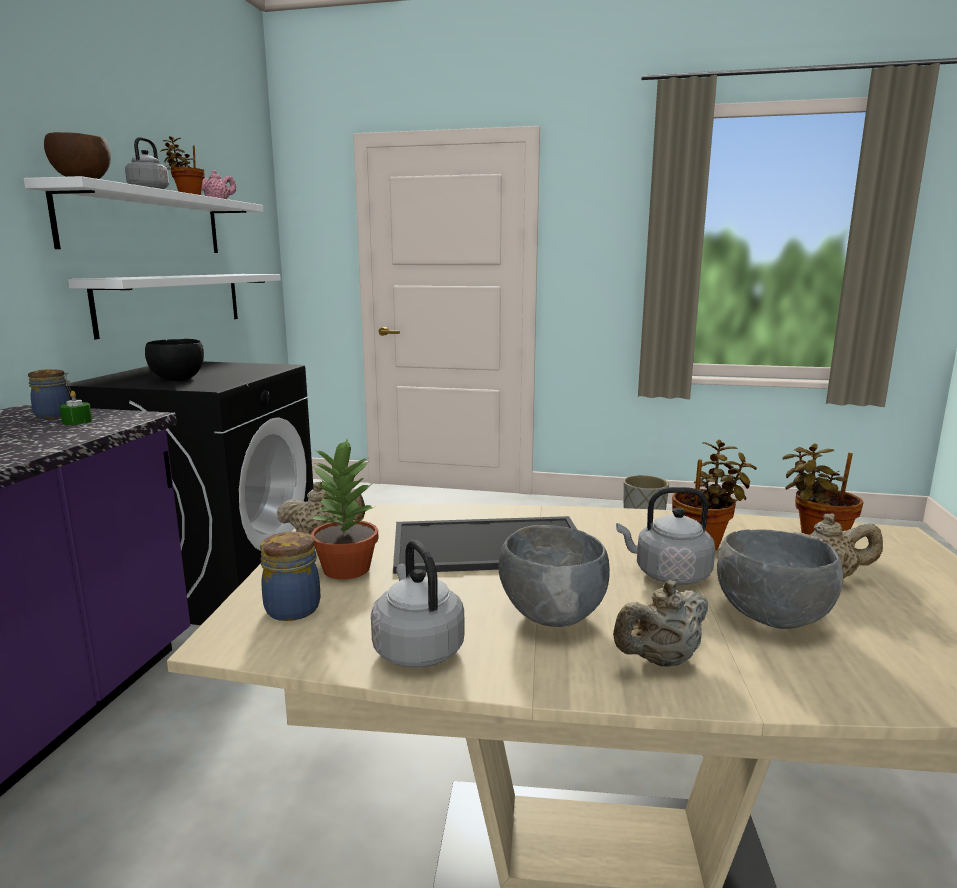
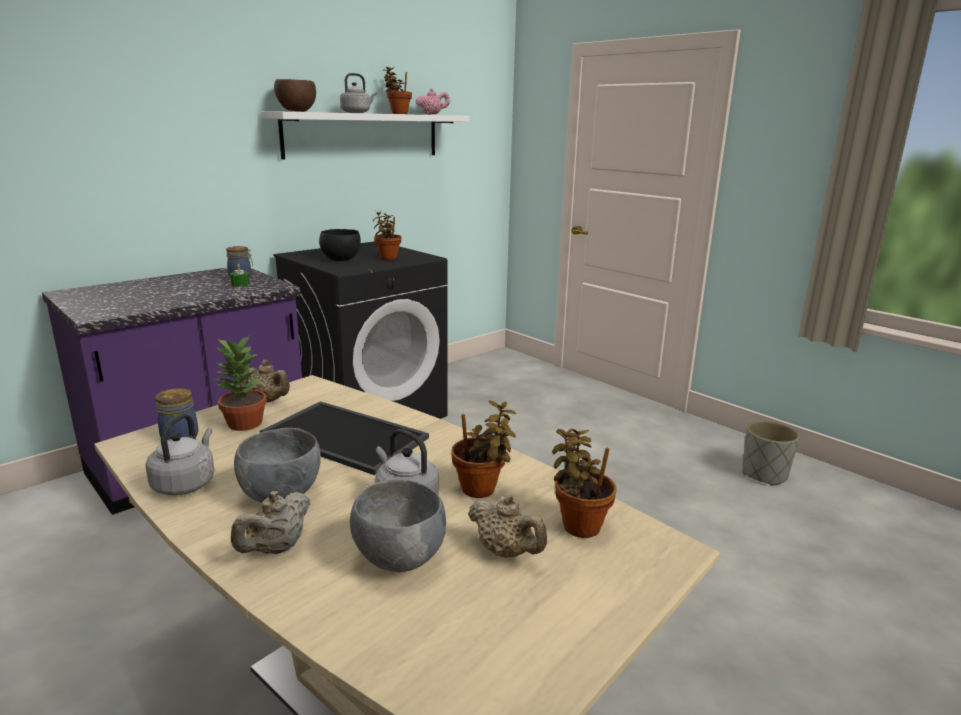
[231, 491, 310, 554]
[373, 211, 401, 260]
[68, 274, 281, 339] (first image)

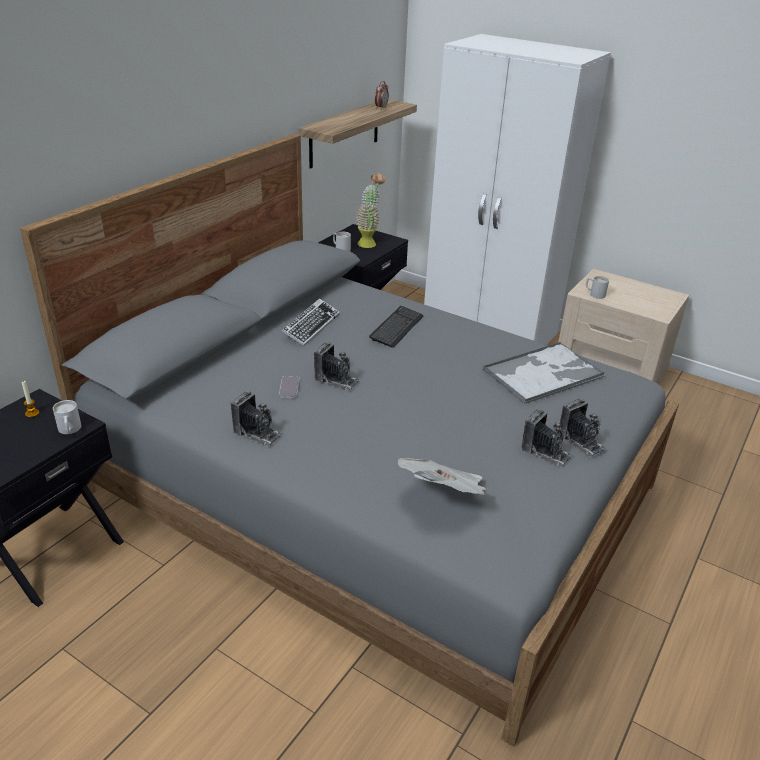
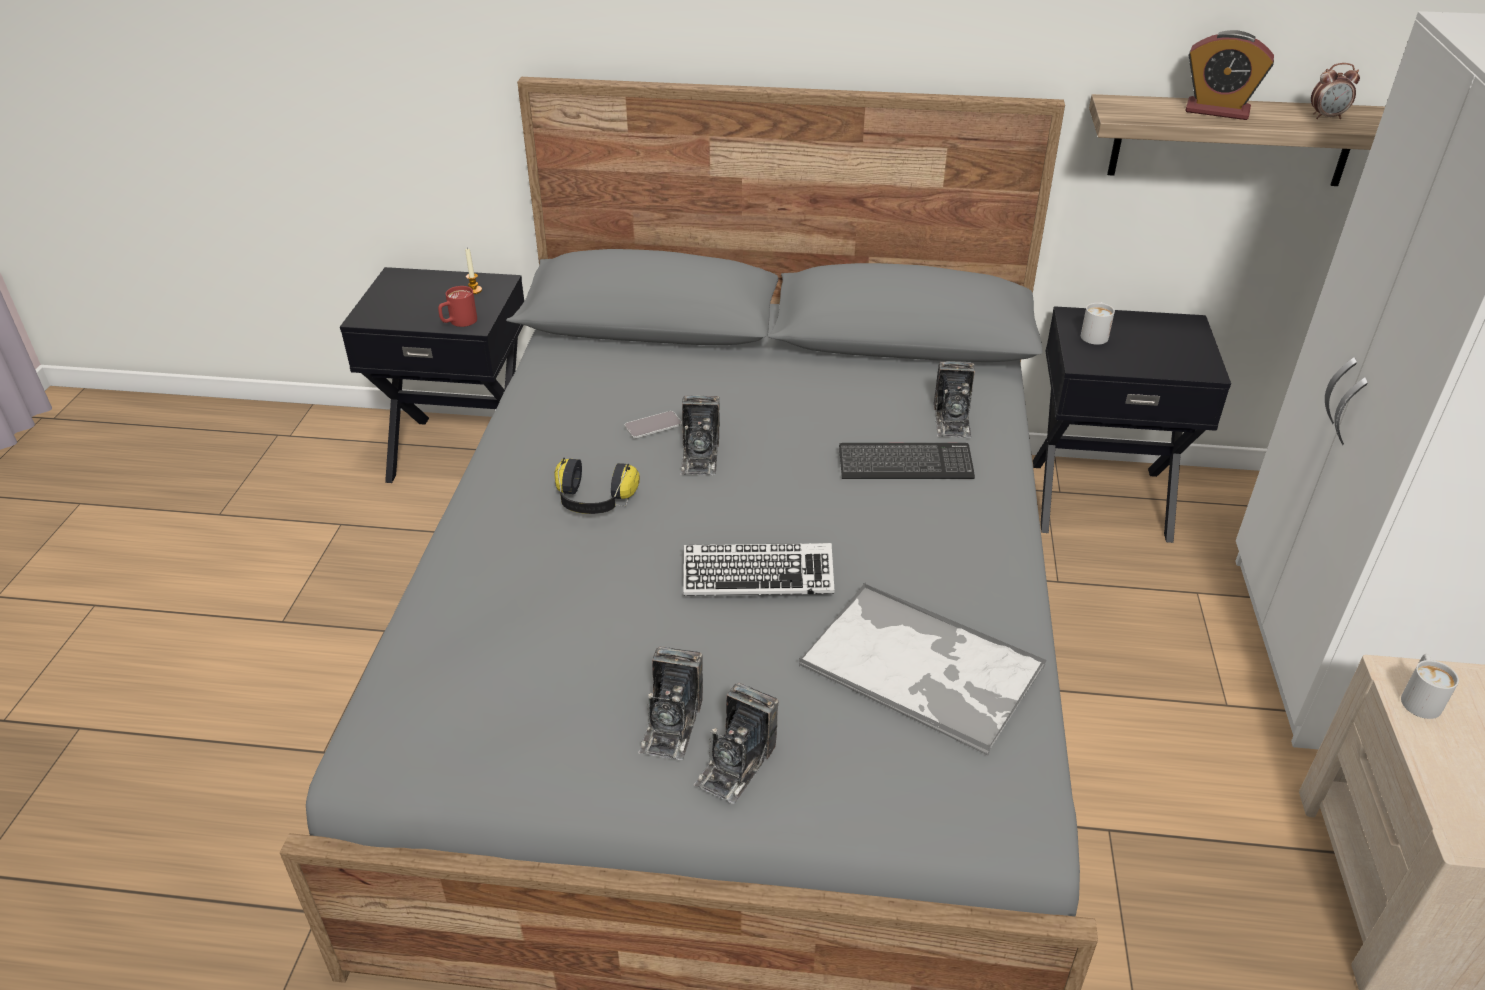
[438, 286, 477, 327]
[555, 458, 640, 514]
[683, 543, 834, 596]
[934, 362, 975, 438]
[1185, 30, 1274, 120]
[356, 173, 385, 248] (first image)
[398, 458, 486, 495] (first image)

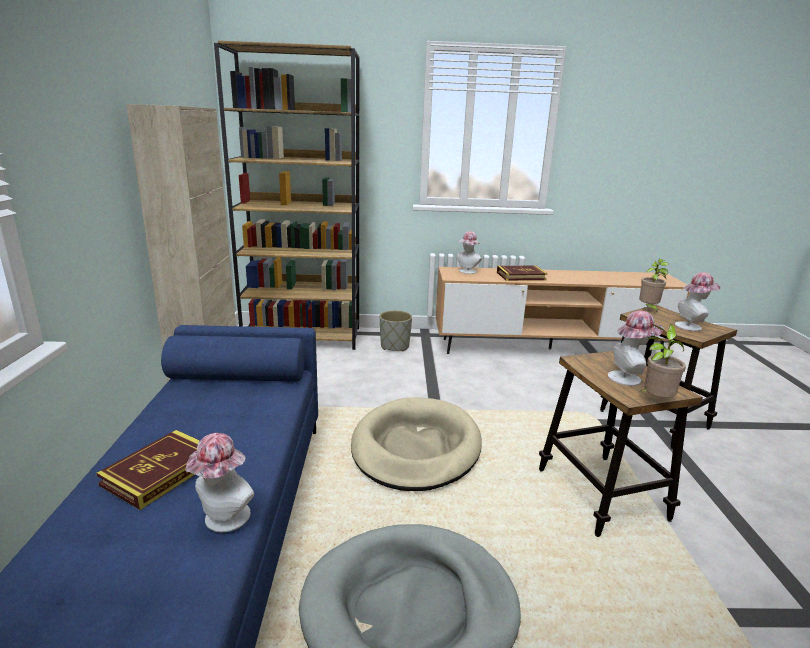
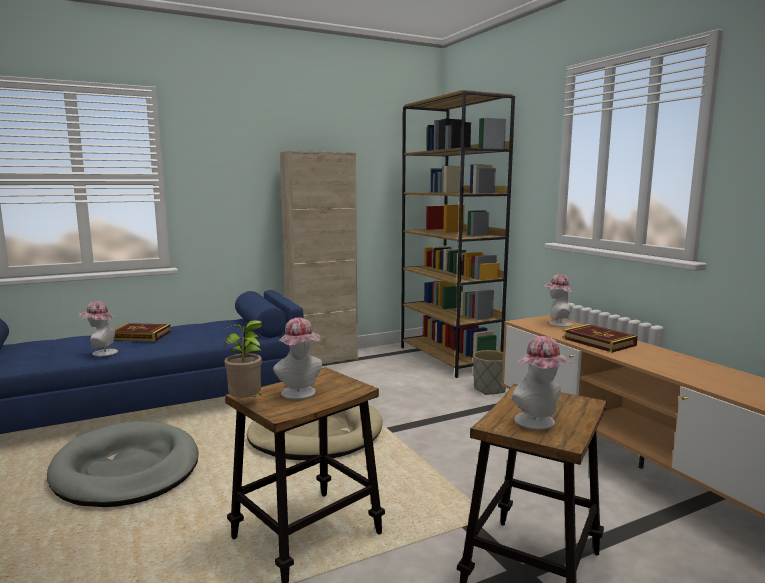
[639, 259, 669, 312] (first image)

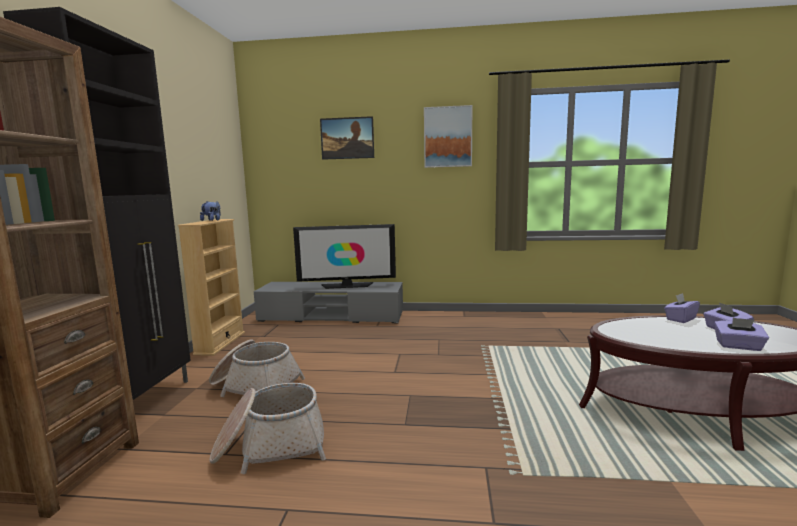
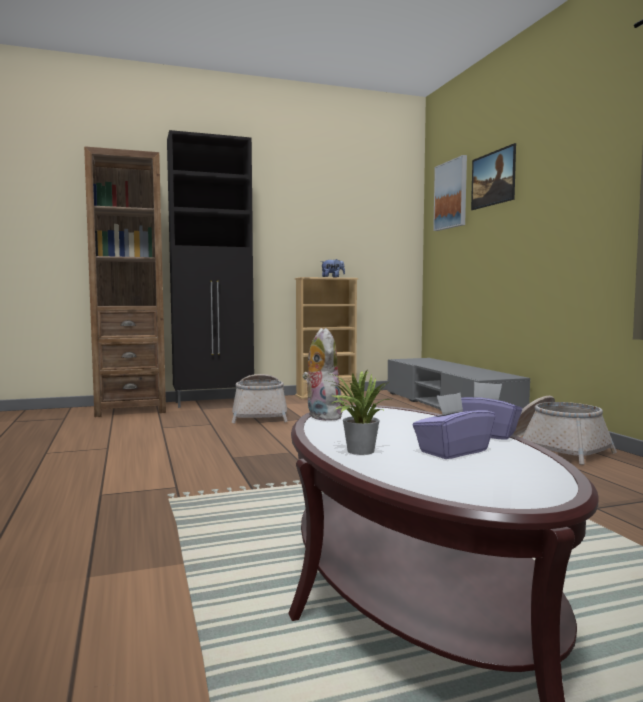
[302, 328, 343, 421]
[330, 369, 391, 455]
[433, 155, 467, 231]
[513, 396, 617, 465]
[293, 224, 396, 289] (first image)

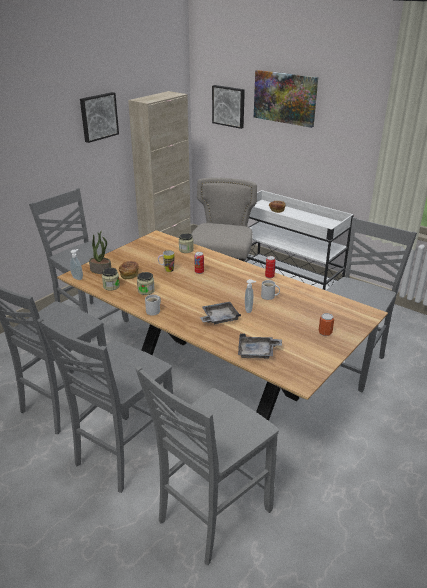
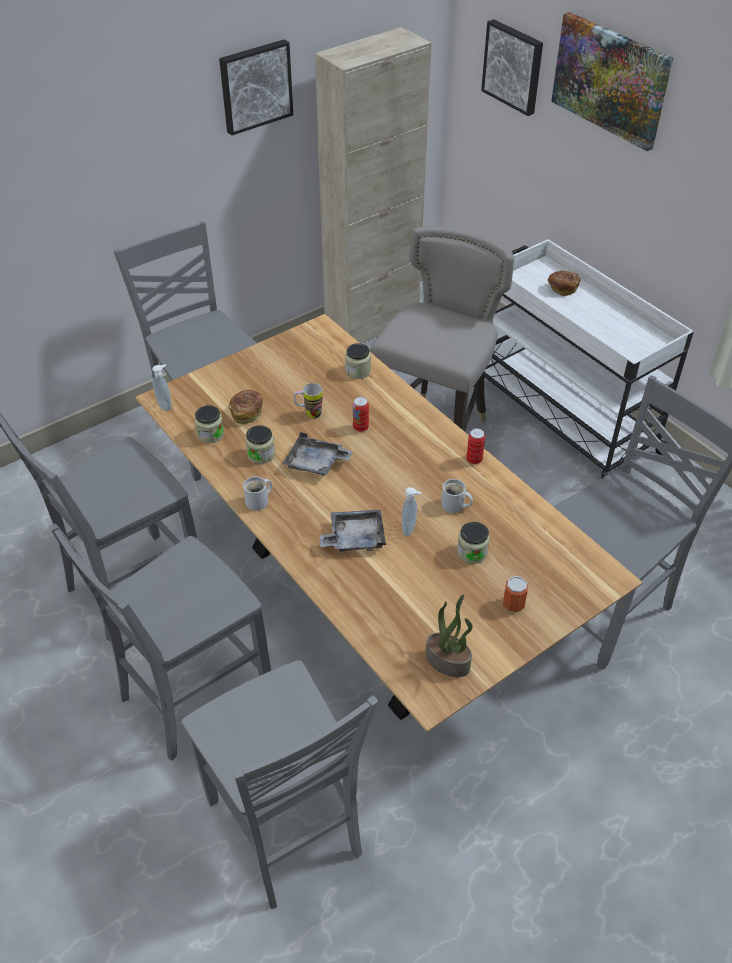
[182, 660, 378, 909]
[283, 432, 353, 476]
[426, 594, 473, 677]
[457, 522, 489, 564]

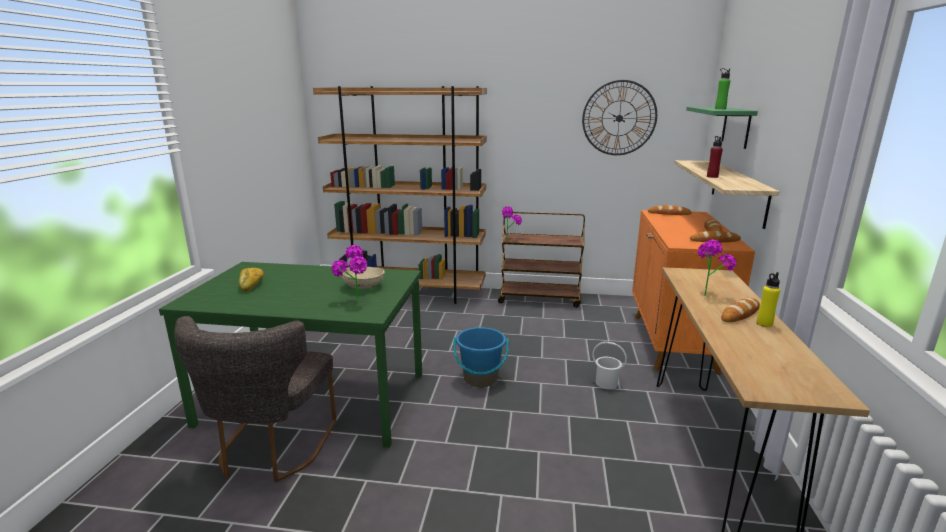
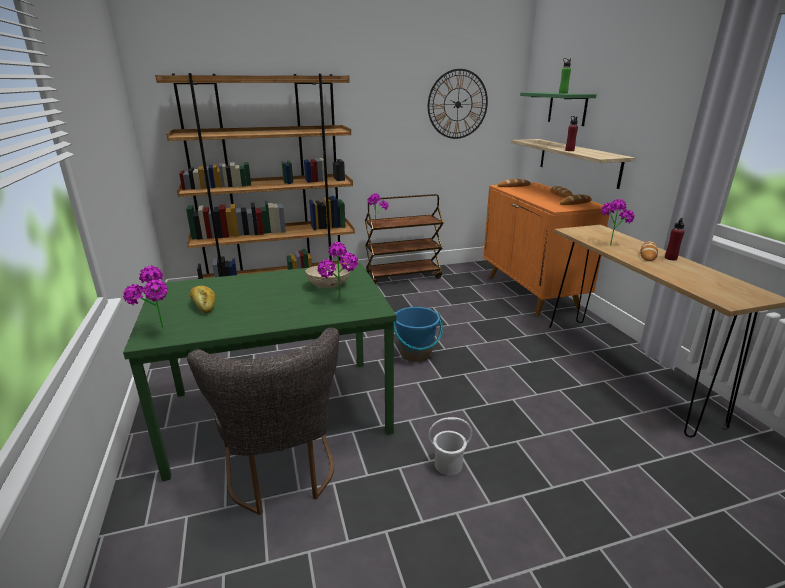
[123, 266, 168, 328]
[428, 417, 472, 475]
[665, 218, 685, 260]

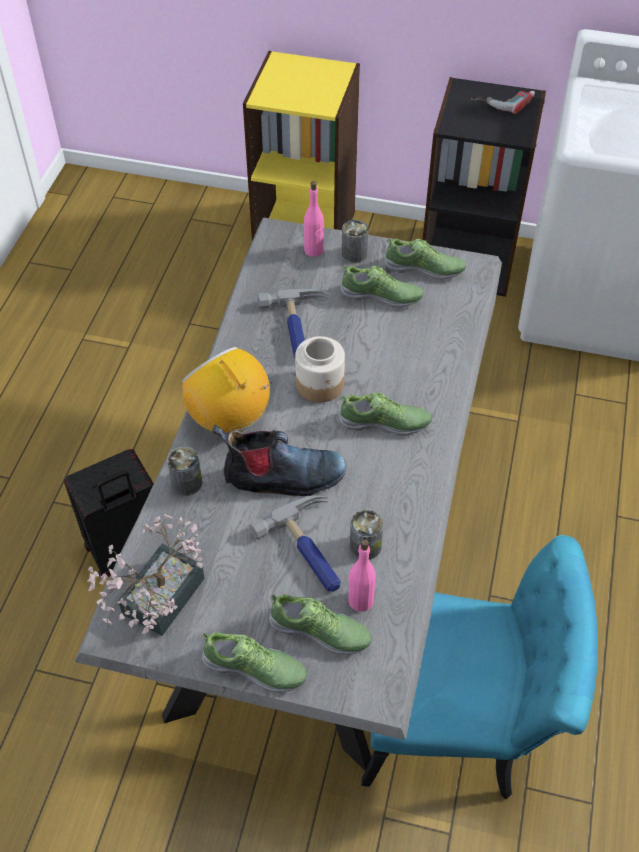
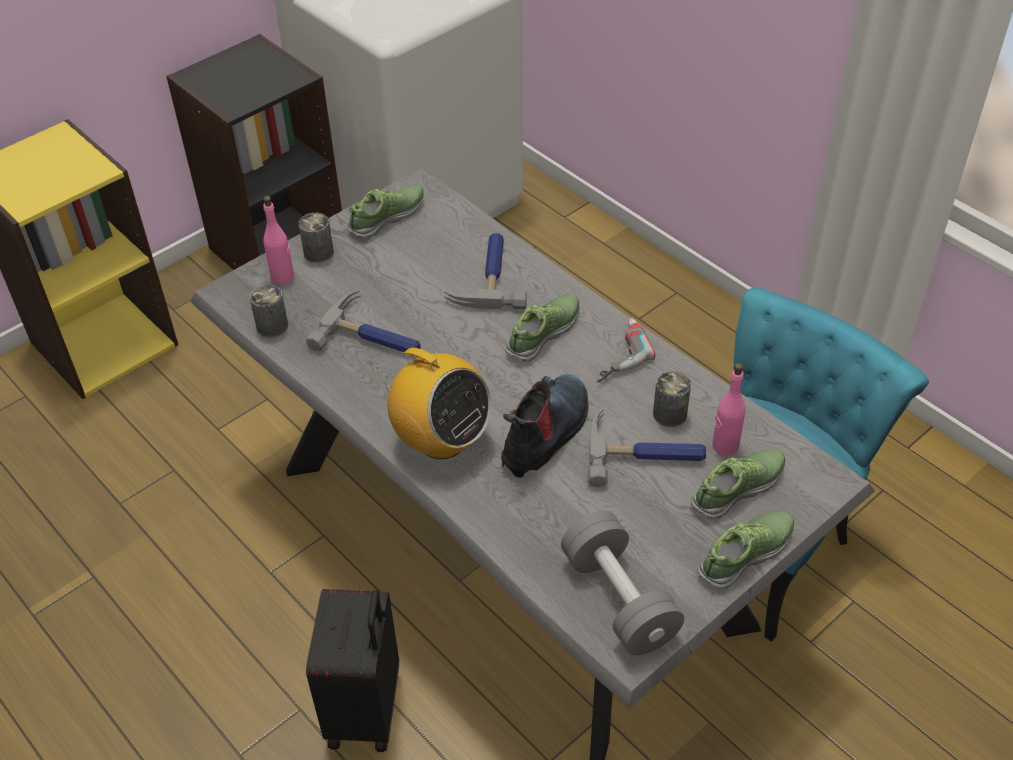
[250, 284, 288, 337]
[376, 348, 492, 459]
[444, 233, 527, 309]
[561, 511, 684, 655]
[597, 318, 655, 382]
[295, 336, 345, 402] (first image)
[341, 265, 424, 308] (first image)

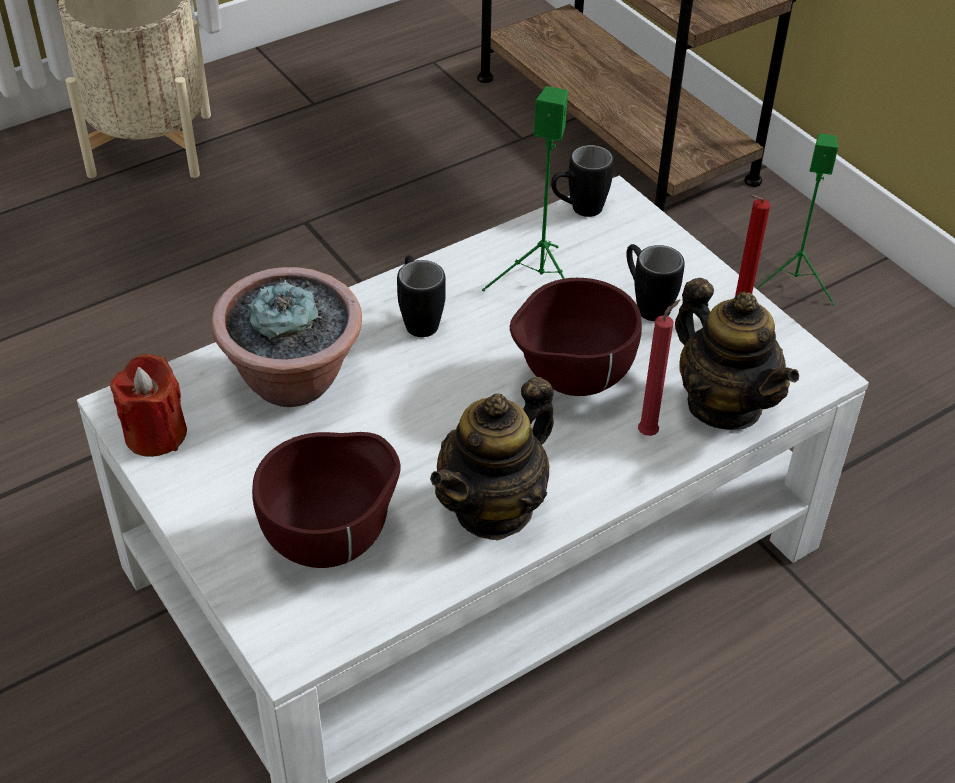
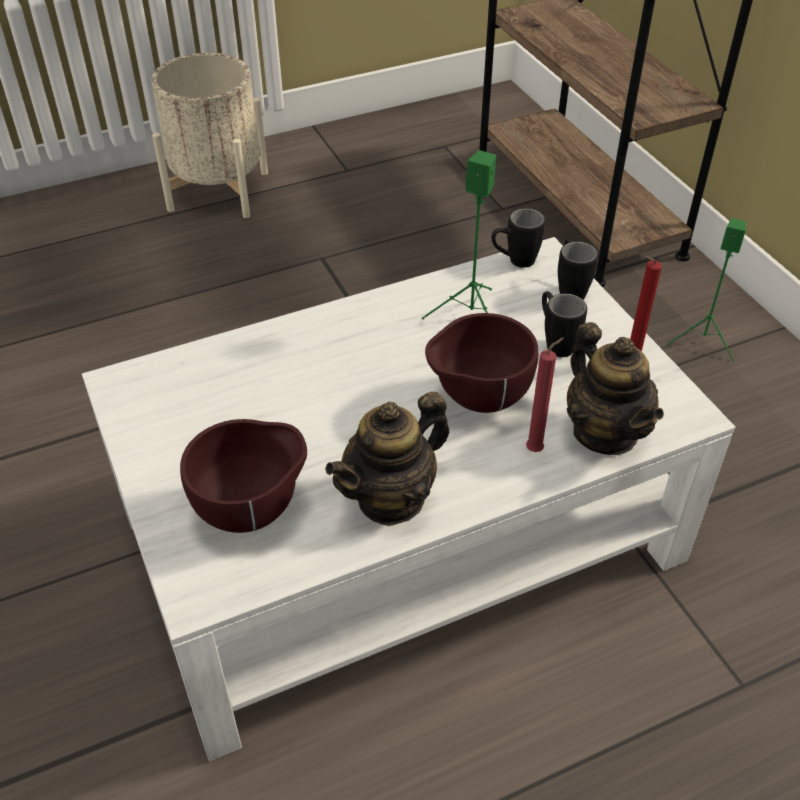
[558, 238, 598, 299]
[110, 354, 187, 457] (first image)
[211, 267, 362, 407] (first image)

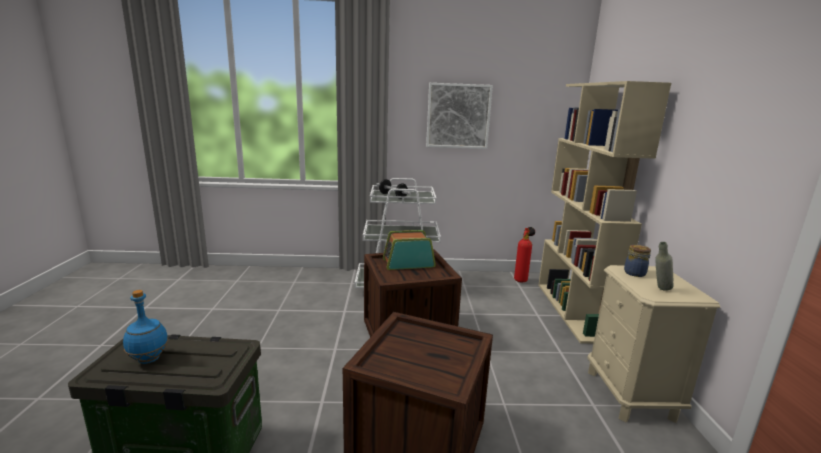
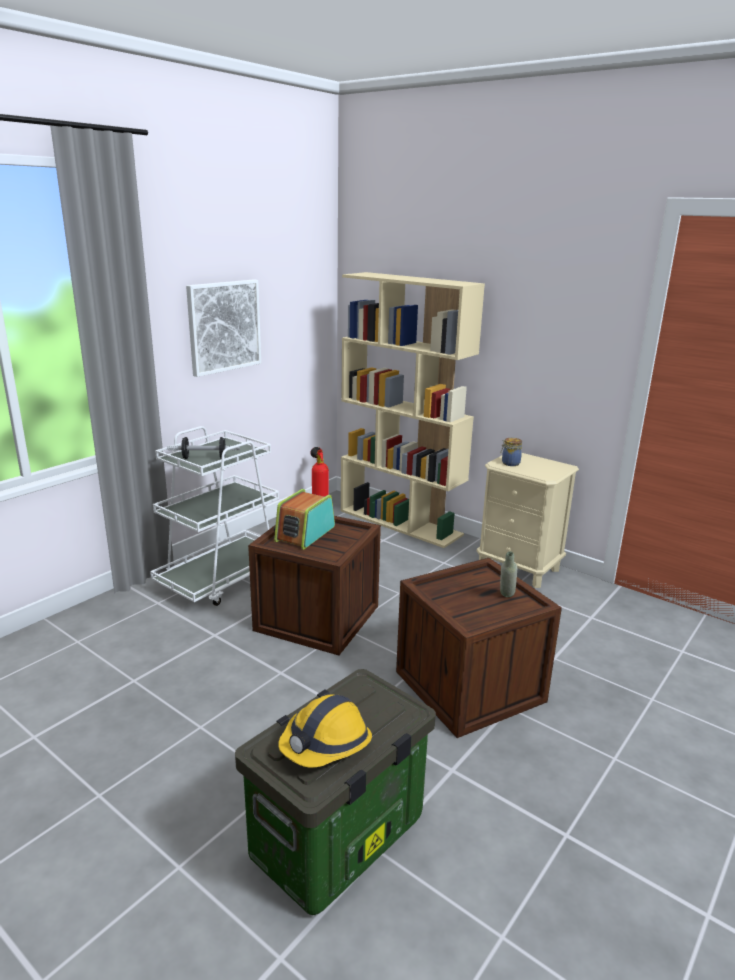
[278, 695, 372, 768]
[500, 551, 517, 597]

